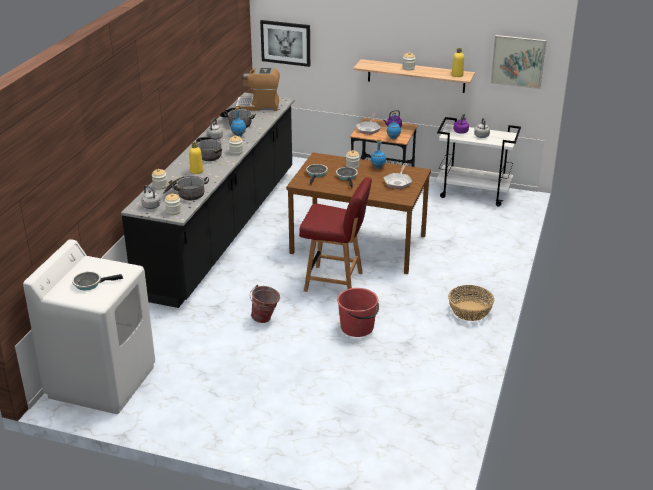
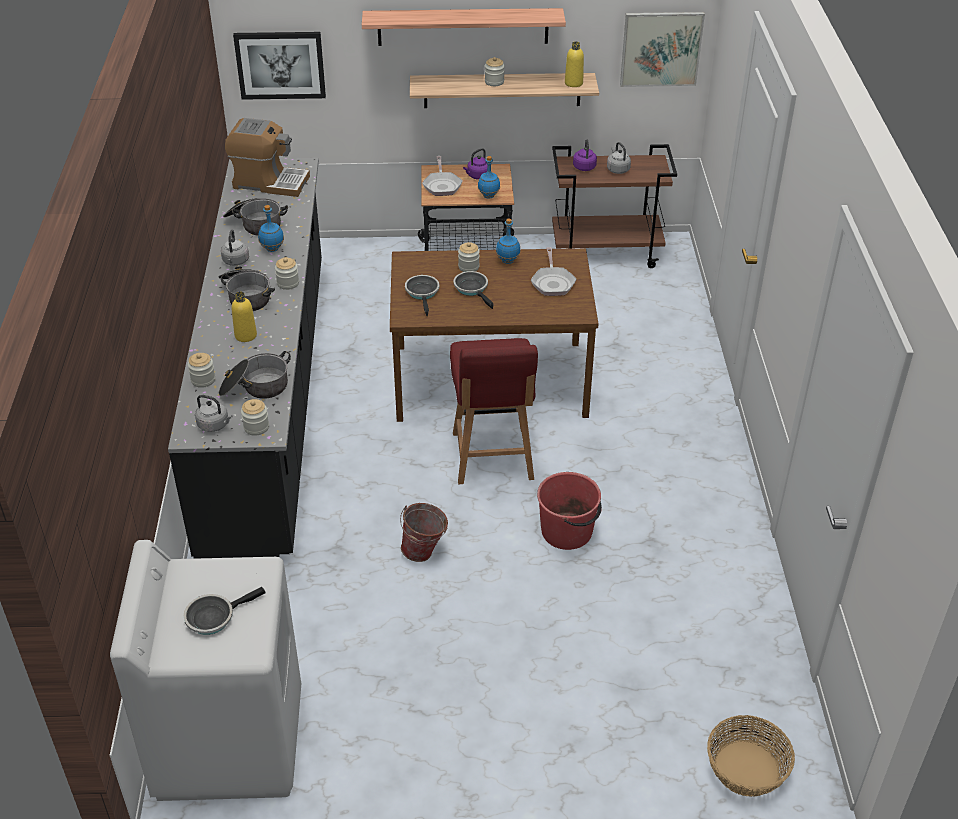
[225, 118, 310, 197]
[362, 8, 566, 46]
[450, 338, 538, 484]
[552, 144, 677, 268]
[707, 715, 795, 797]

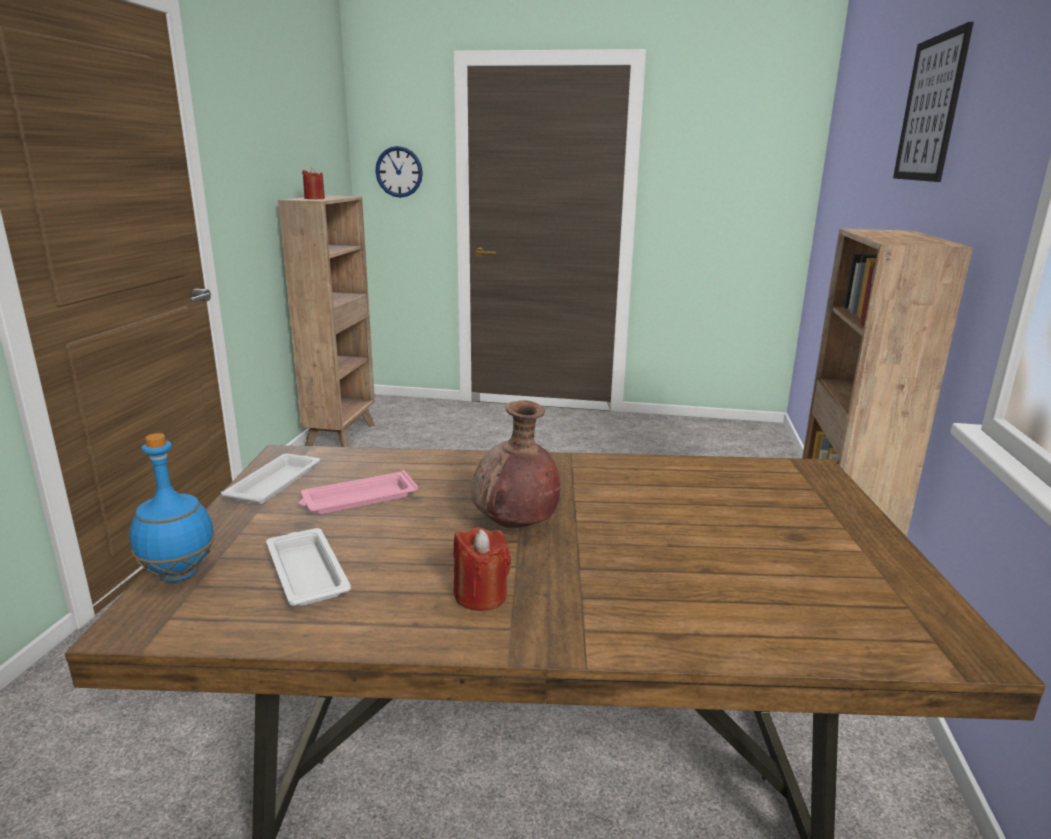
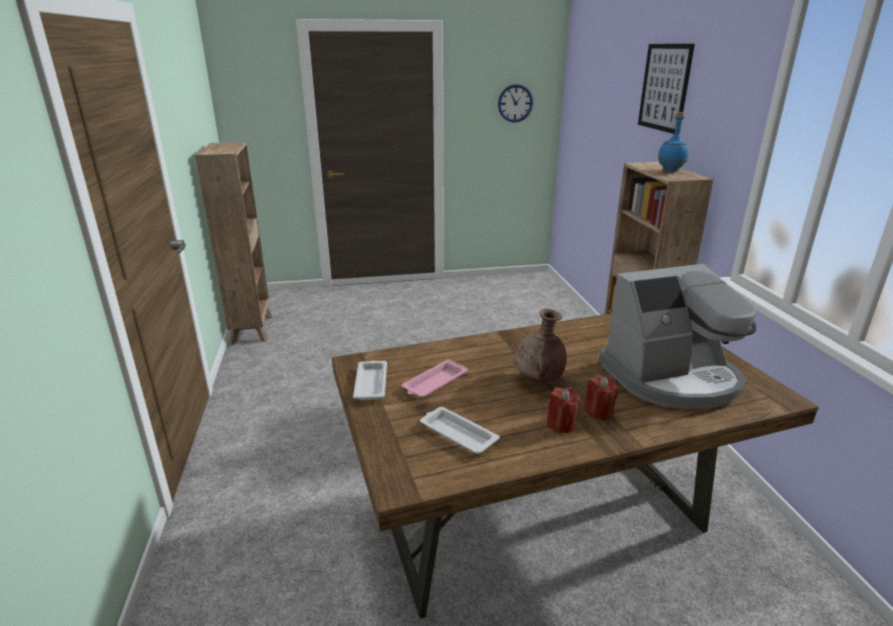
[498, 84, 533, 122]
[584, 375, 619, 419]
[599, 264, 756, 409]
[658, 112, 689, 172]

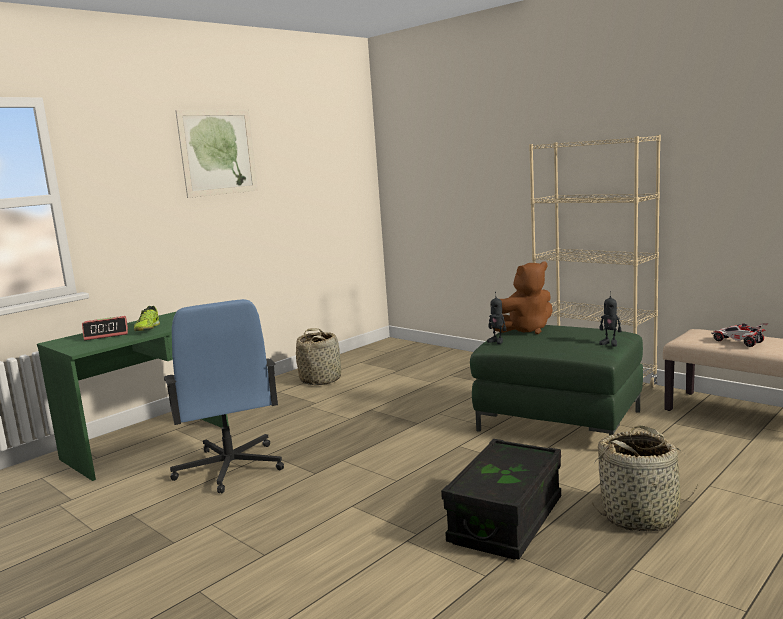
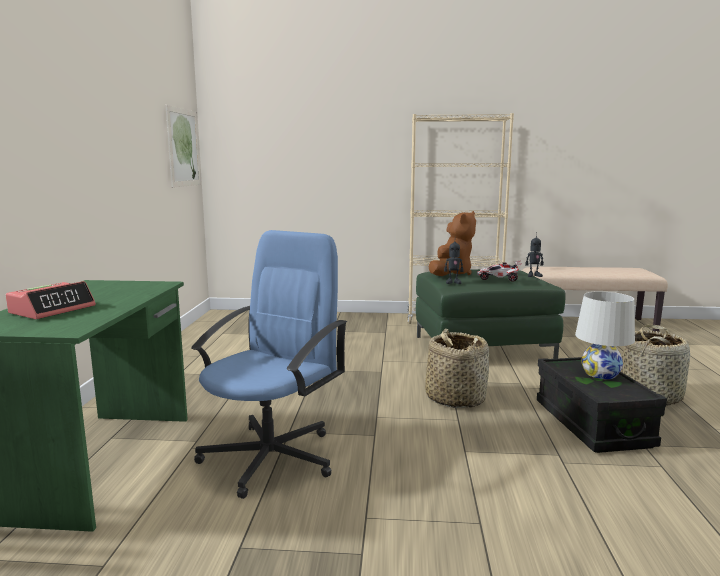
[165, 105, 201, 188]
[191, 230, 348, 499]
[425, 328, 489, 408]
[477, 260, 522, 282]
[575, 291, 635, 379]
[134, 306, 160, 331] (first image)

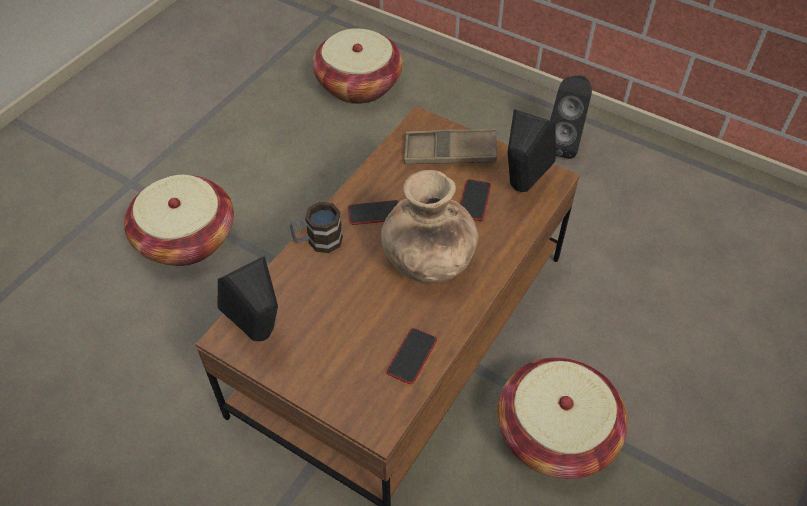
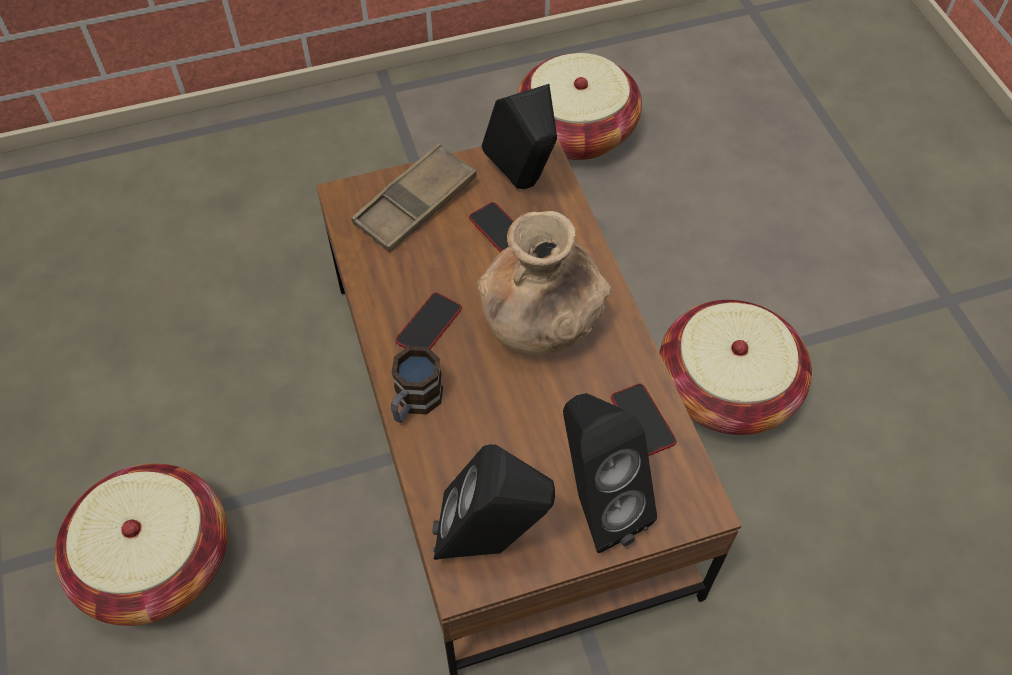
[517, 53, 642, 160]
[563, 393, 657, 553]

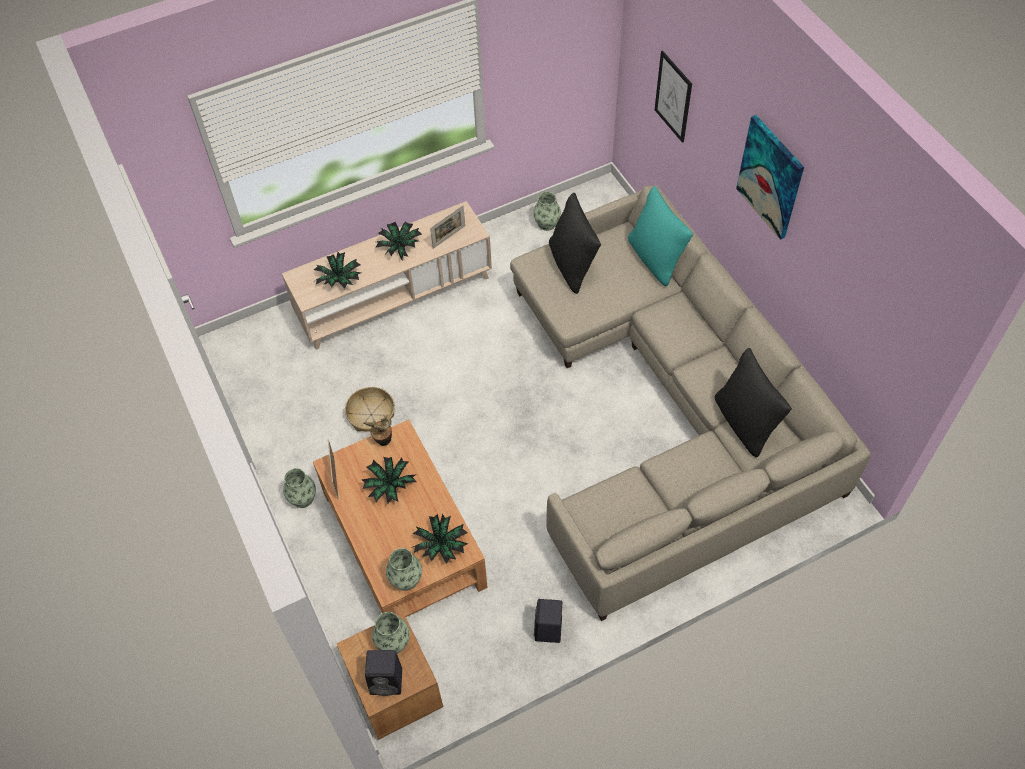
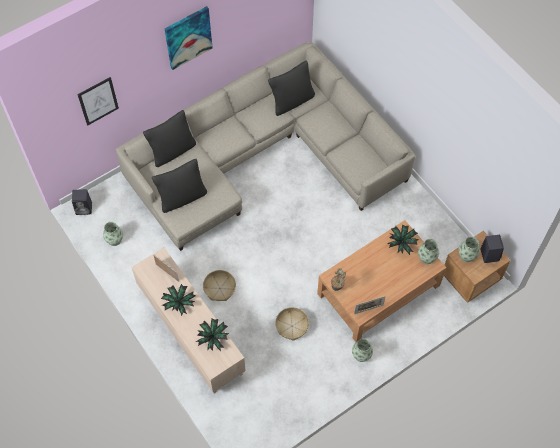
[72, 189, 92, 215]
[143, 110, 196, 167]
[203, 270, 236, 301]
[362, 457, 416, 504] (first image)

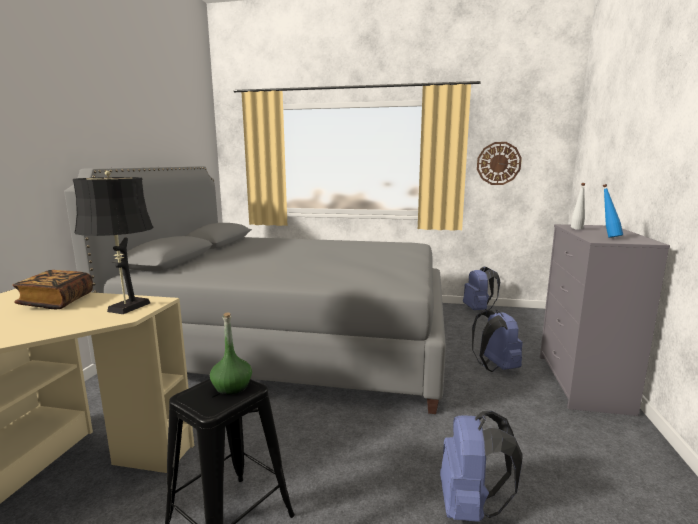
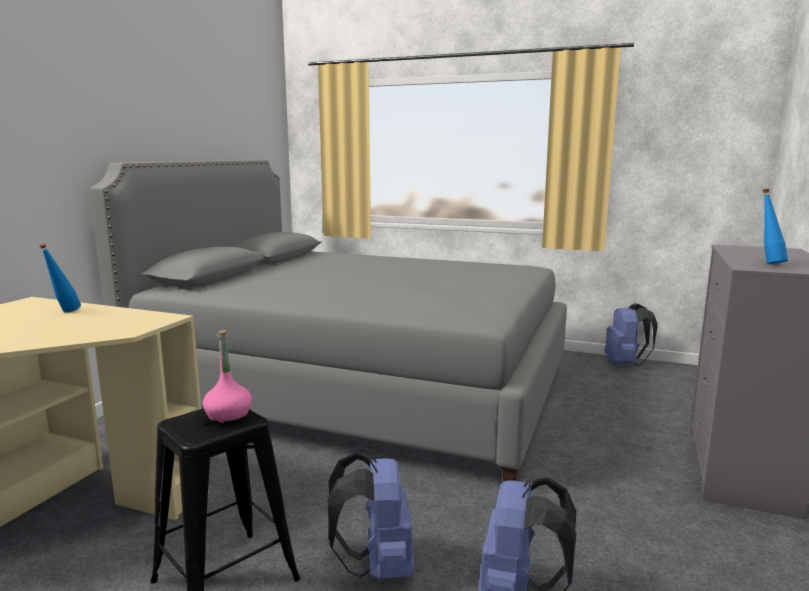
[39, 243, 81, 312]
[203, 330, 252, 424]
[327, 452, 414, 579]
[73, 171, 154, 314] (first image)
[477, 142, 522, 185] (first image)
[571, 183, 585, 230] (first image)

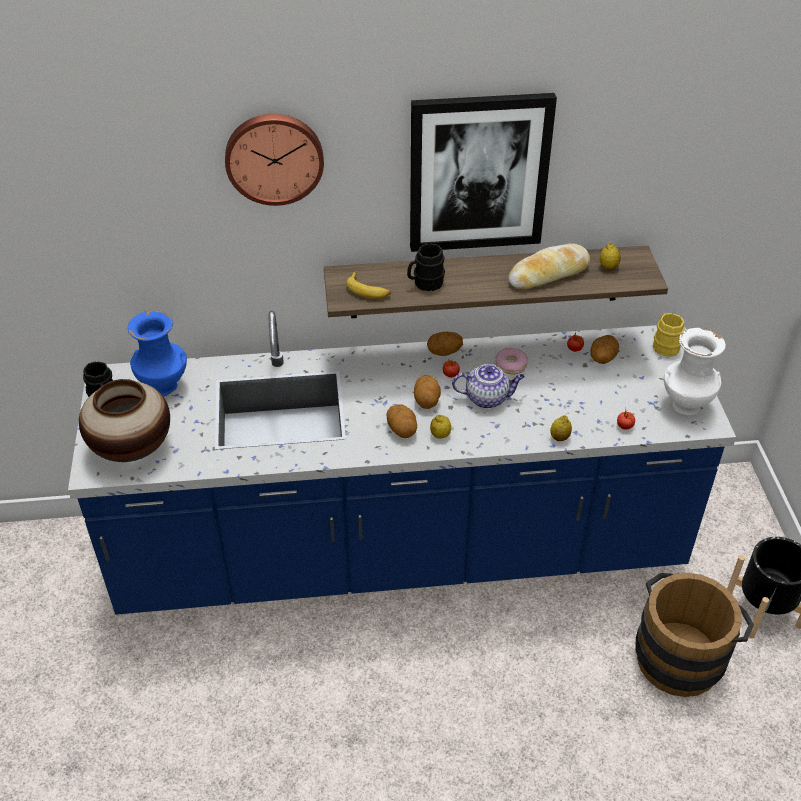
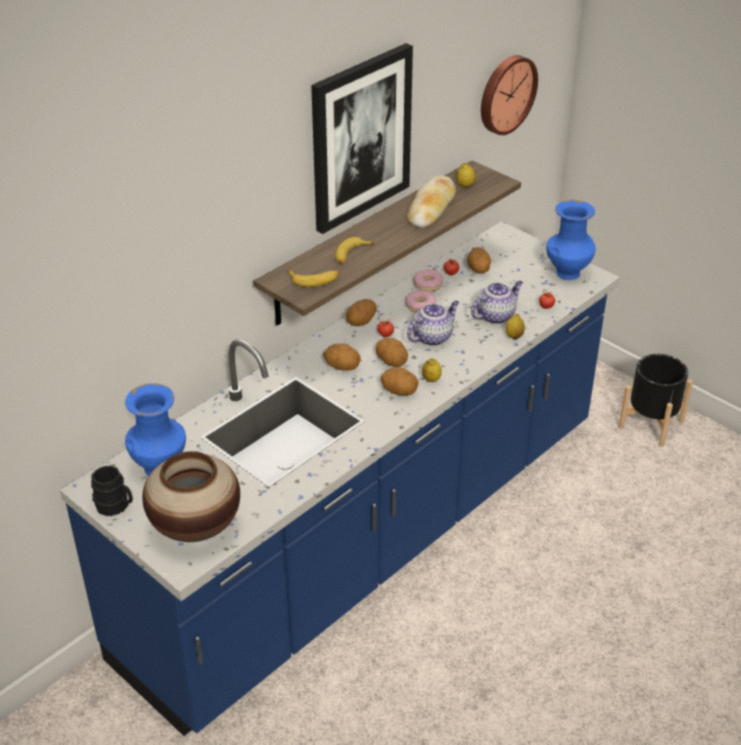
[323, 344, 361, 370]
[335, 237, 374, 264]
[413, 269, 443, 292]
[471, 281, 523, 324]
[481, 55, 538, 135]
[546, 200, 596, 280]
[635, 573, 754, 697] (first image)
[653, 313, 685, 357] (first image)

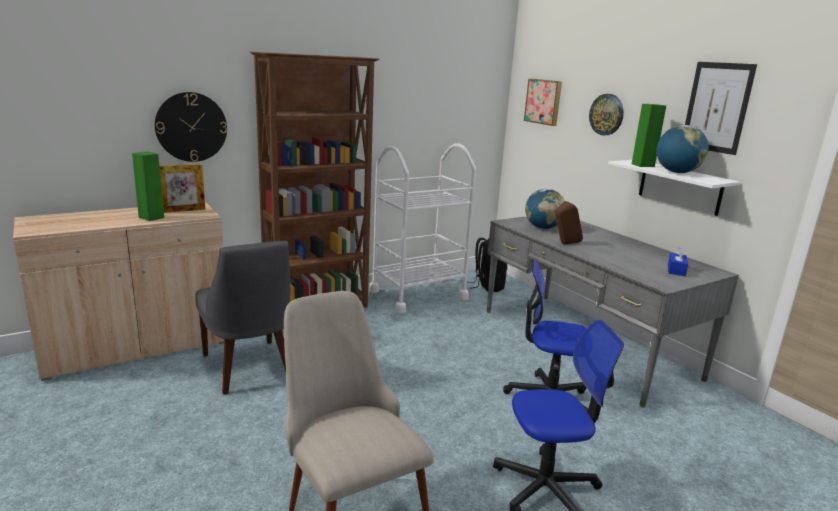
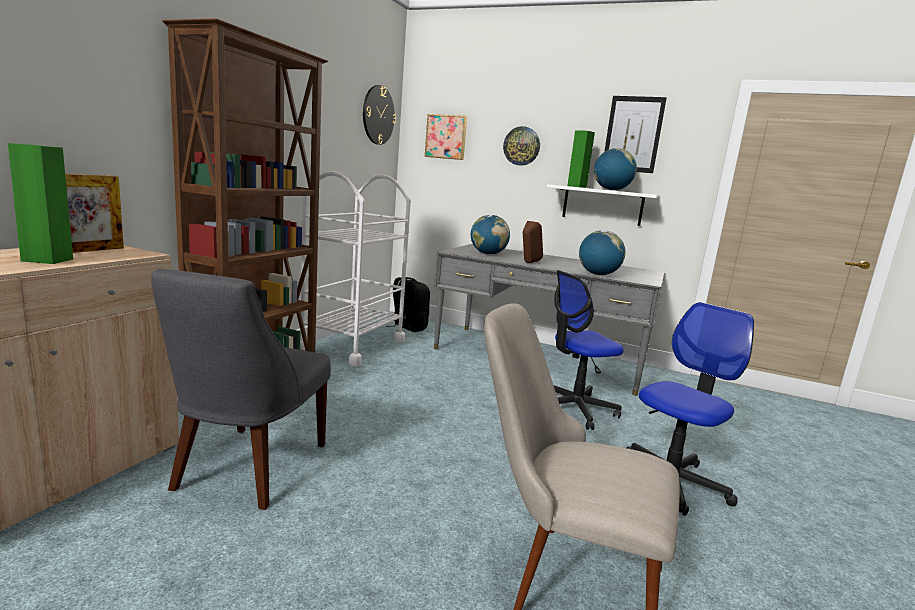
[151, 269, 331, 510]
[363, 85, 396, 145]
[579, 230, 625, 275]
[668, 246, 688, 276] (first image)

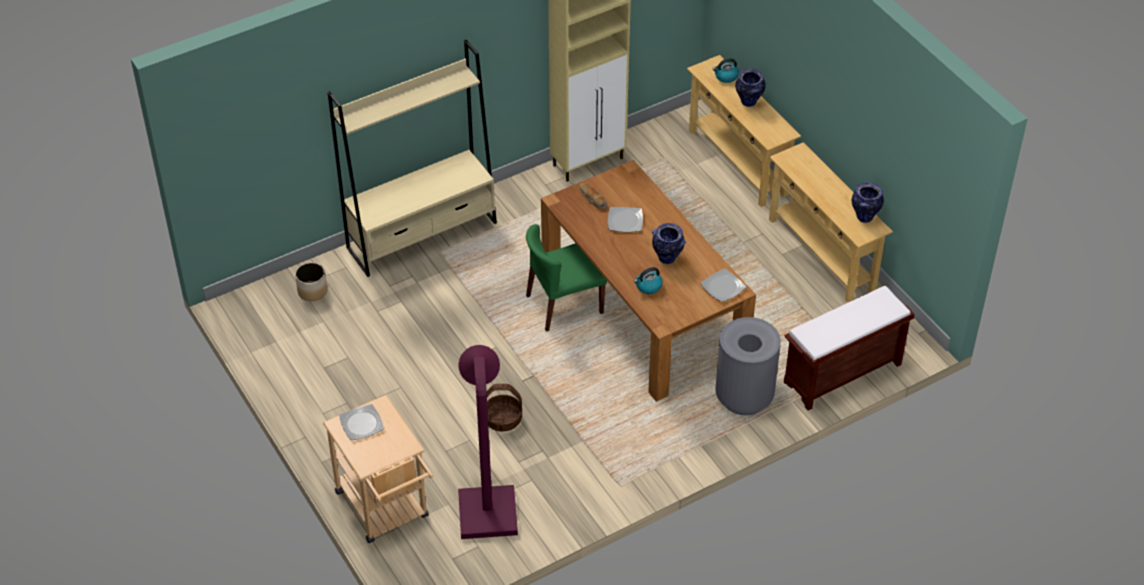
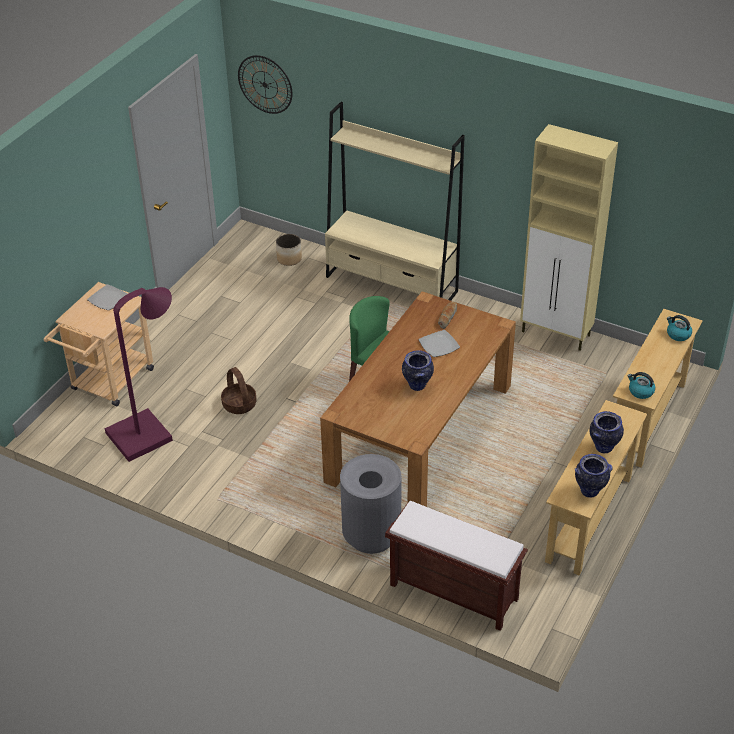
[238, 55, 293, 114]
[589, 411, 624, 453]
[628, 372, 655, 399]
[700, 268, 746, 302] (first image)

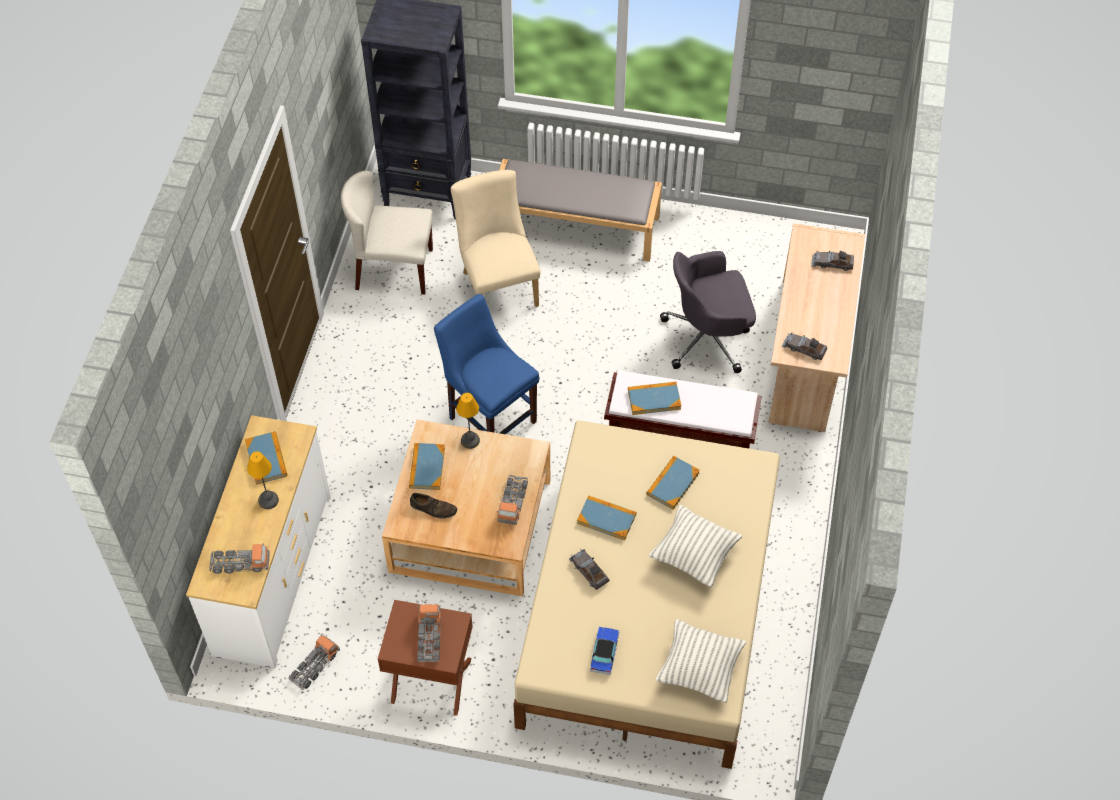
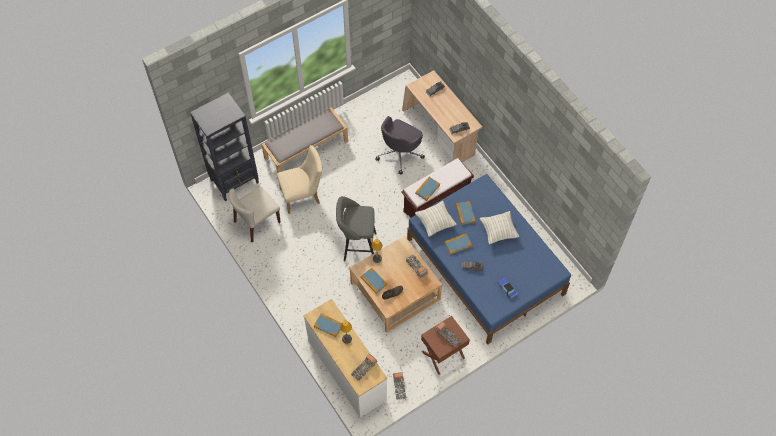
[277, 145, 322, 214]
[336, 196, 377, 261]
[407, 174, 571, 345]
[415, 201, 457, 237]

